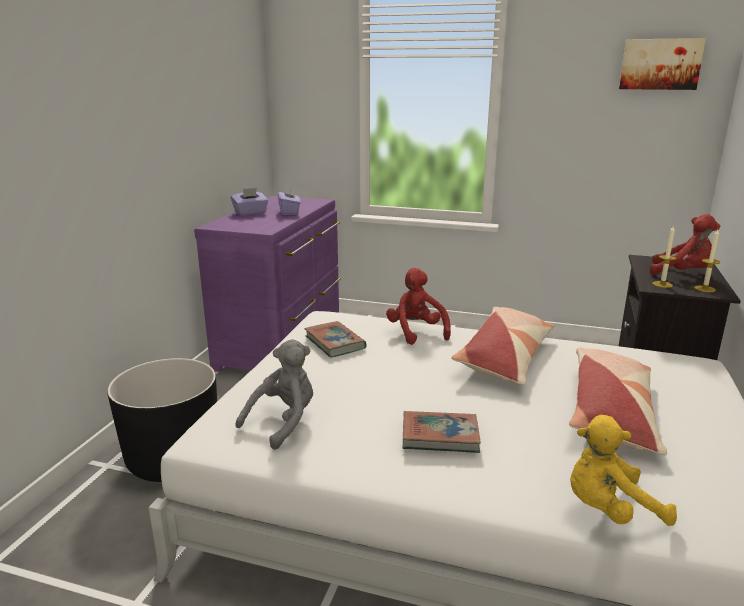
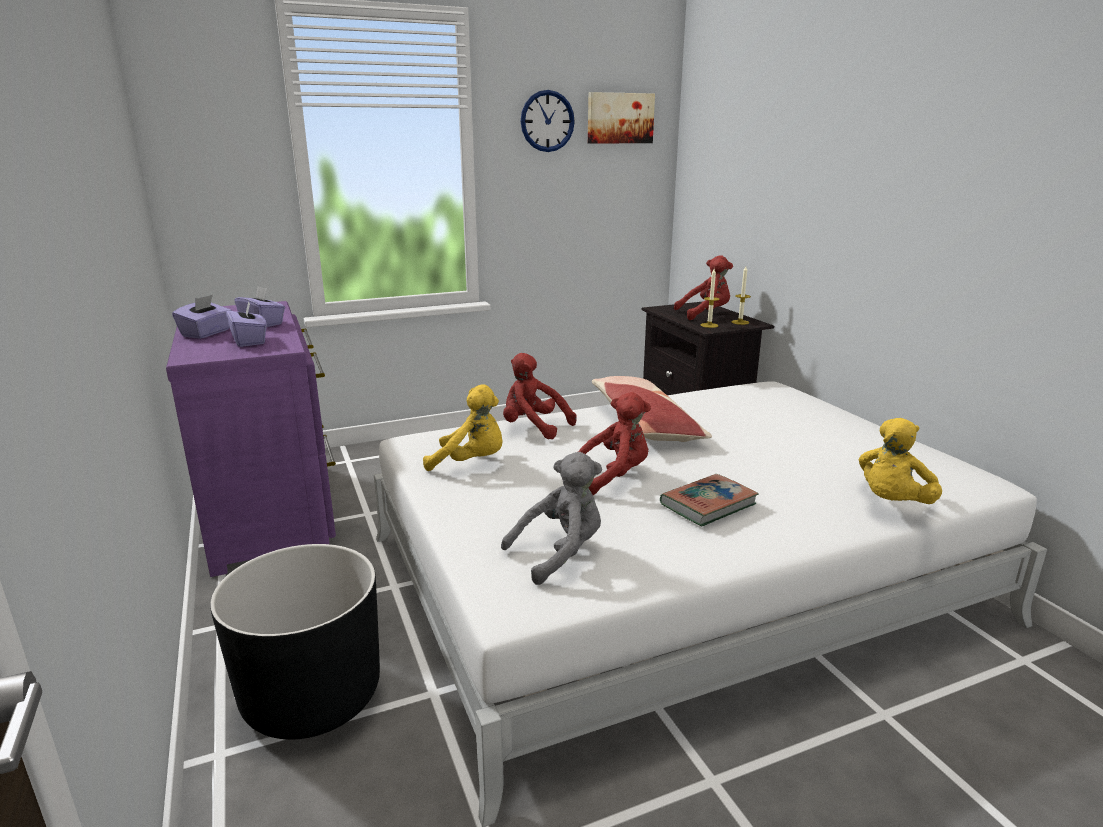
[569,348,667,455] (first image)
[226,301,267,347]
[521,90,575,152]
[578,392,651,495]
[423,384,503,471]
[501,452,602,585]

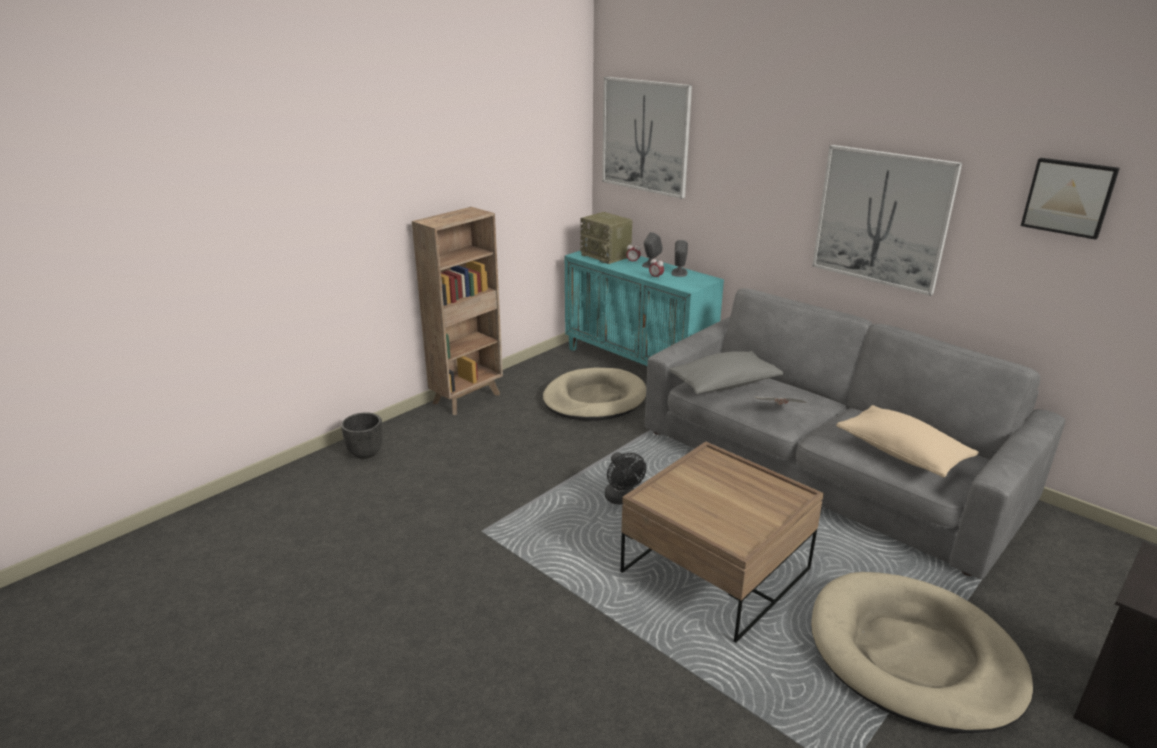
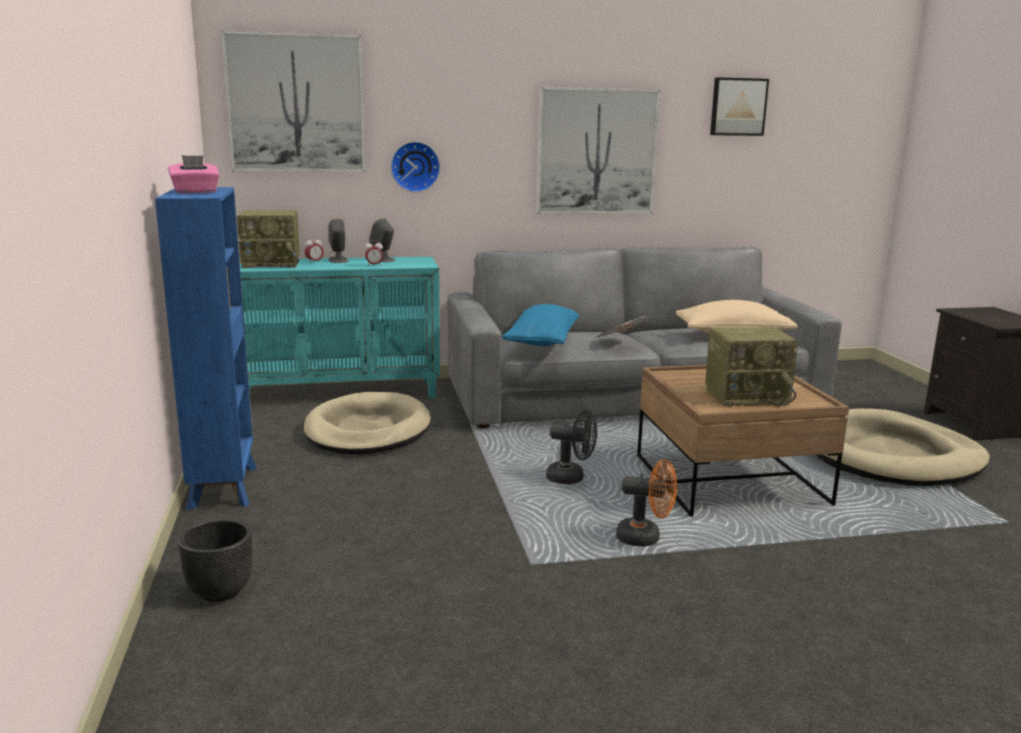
[168,155,219,193]
[391,141,440,192]
[616,460,677,546]
[705,326,798,407]
[155,187,257,511]
[502,304,579,346]

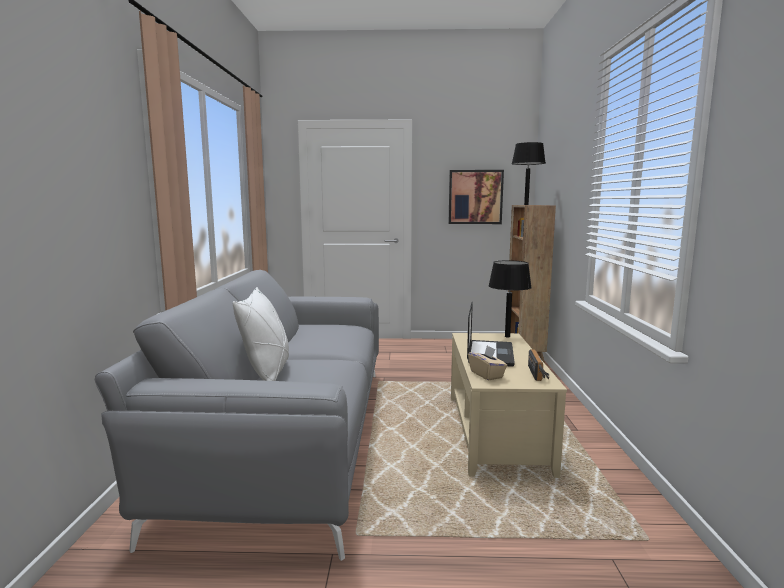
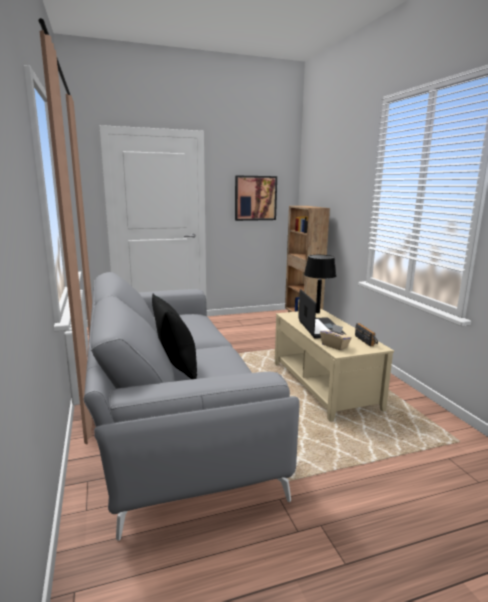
[512,142,545,205] (first image)
[152,294,197,379]

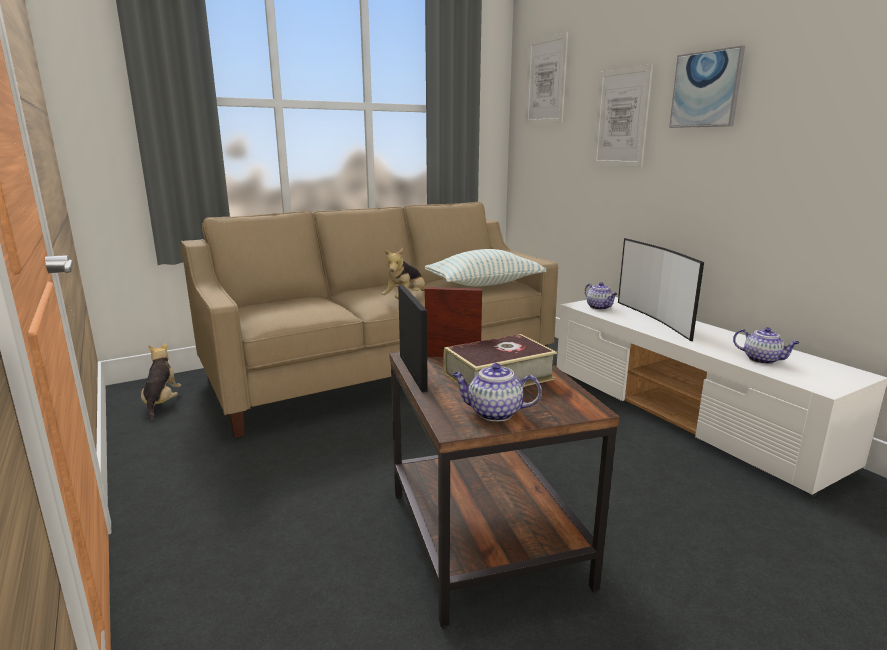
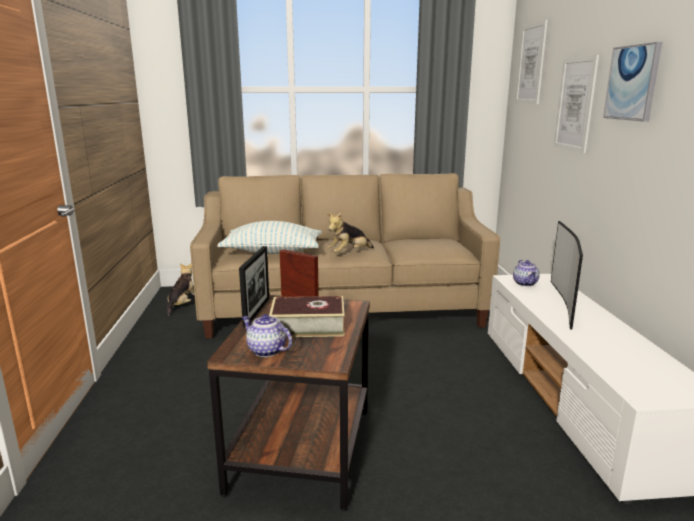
[733,327,800,364] (first image)
[217,221,322,254]

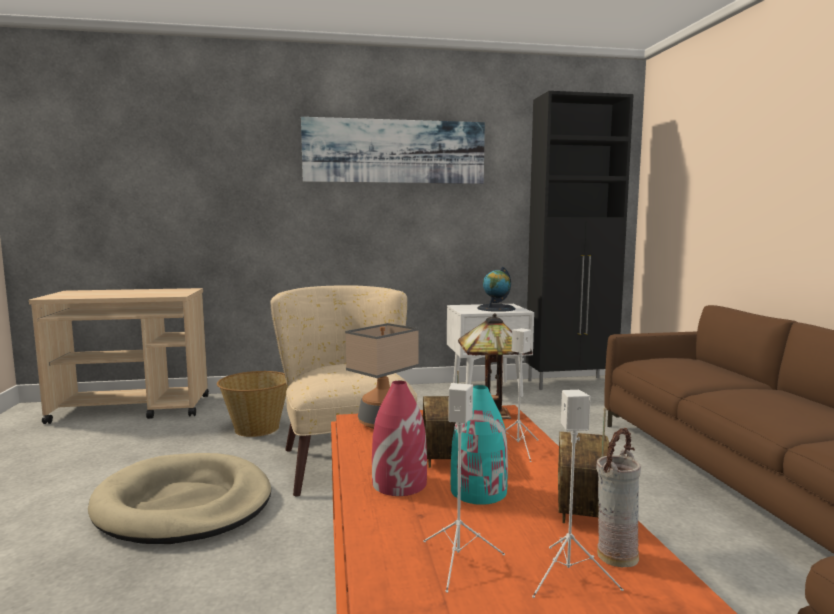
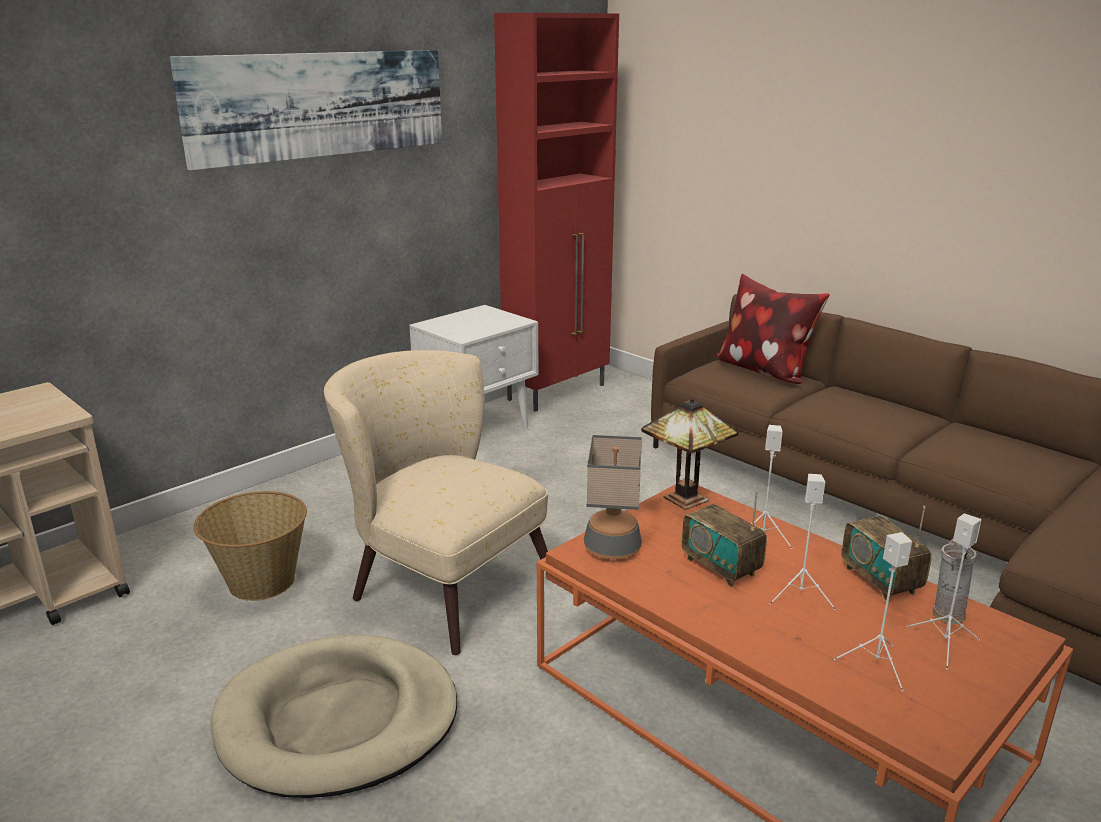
[372,381,427,496] (first image)
[477,266,516,312] (first image)
[716,274,830,384]
[770,474,836,610]
[494,13,619,412]

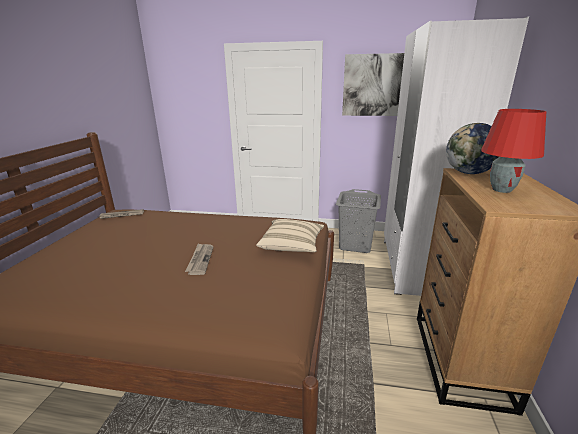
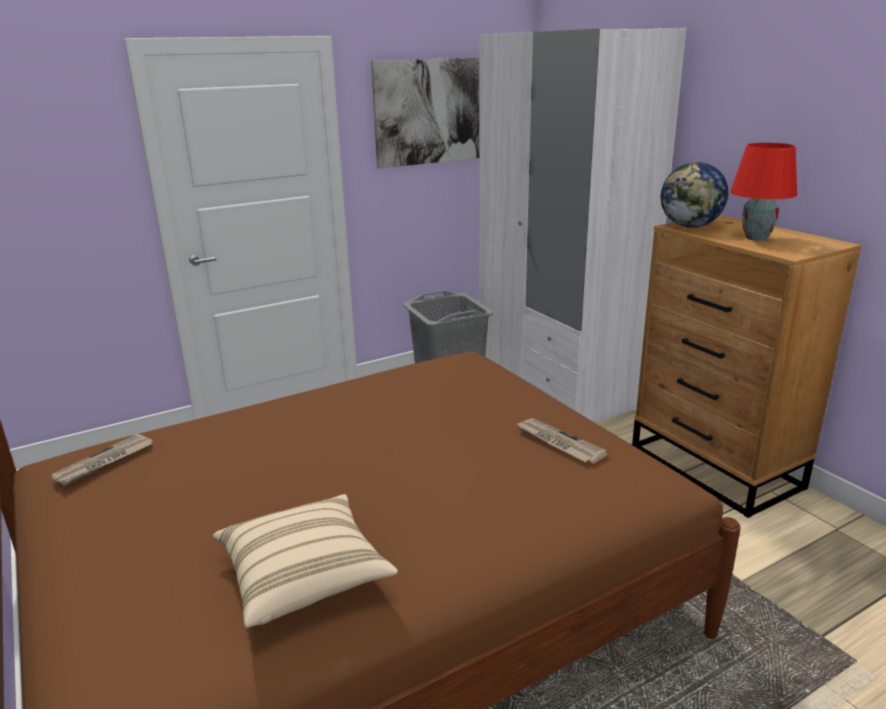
[515,418,609,464]
[213,494,398,628]

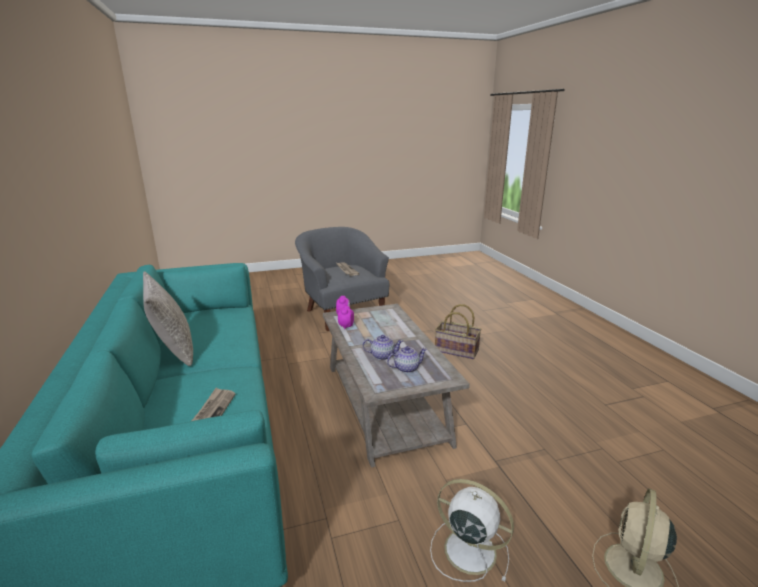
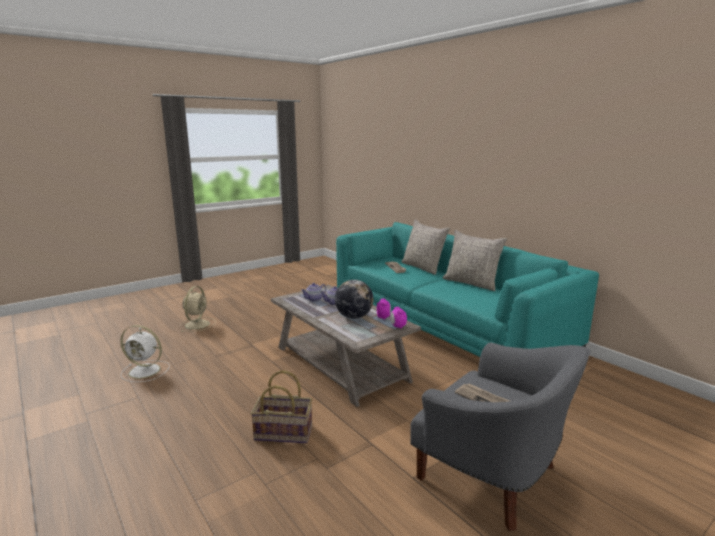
[335,280,373,319]
[401,219,450,275]
[120,325,170,382]

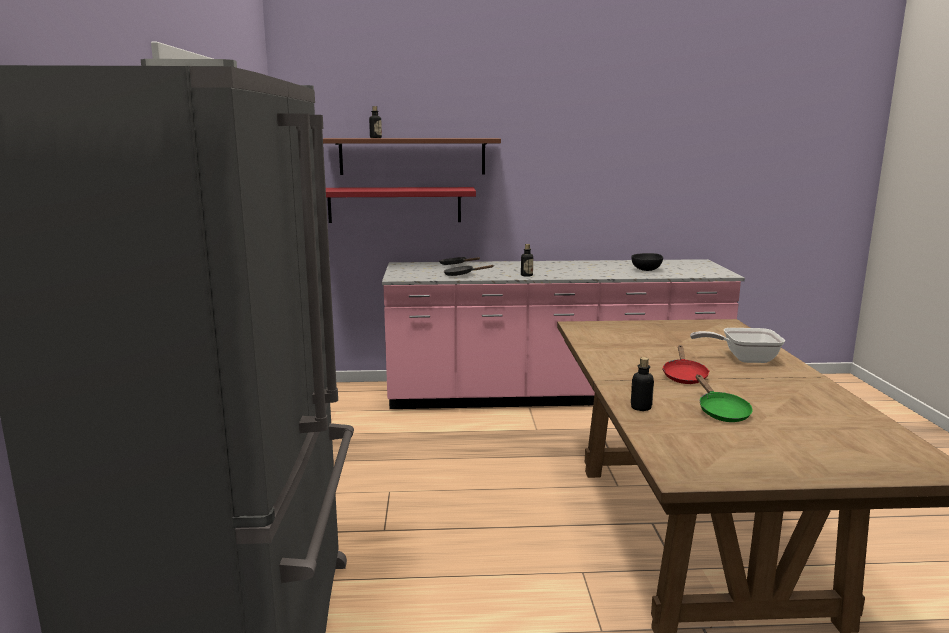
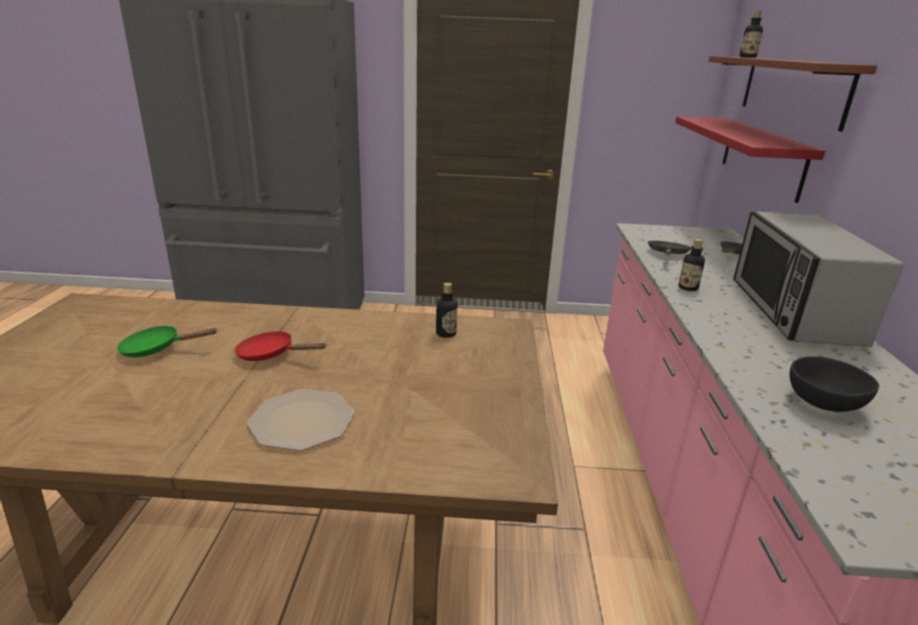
[733,212,904,347]
[436,283,458,338]
[247,389,354,451]

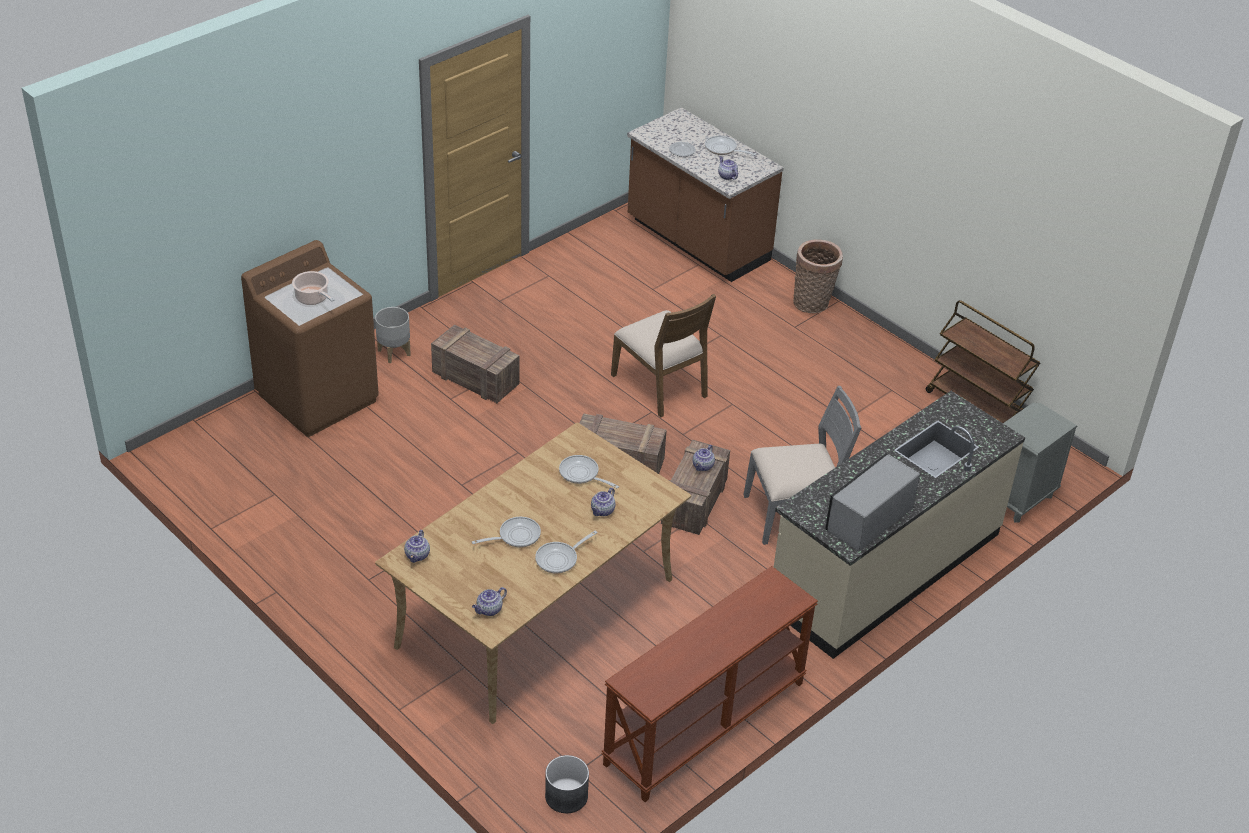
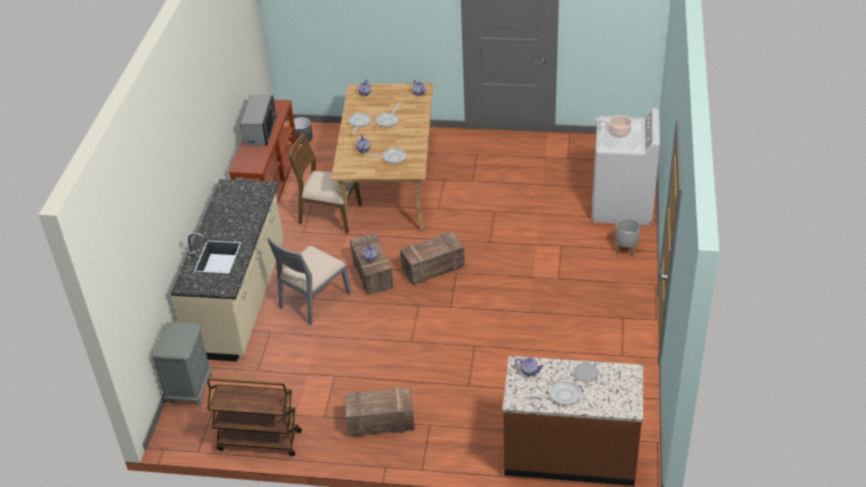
[793,240,843,313] (first image)
[345,387,415,437]
[288,133,362,233]
[240,95,277,146]
[592,108,660,225]

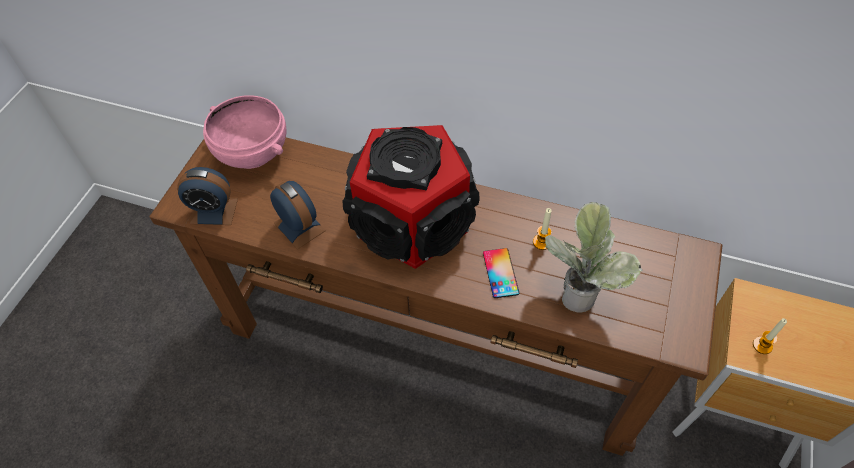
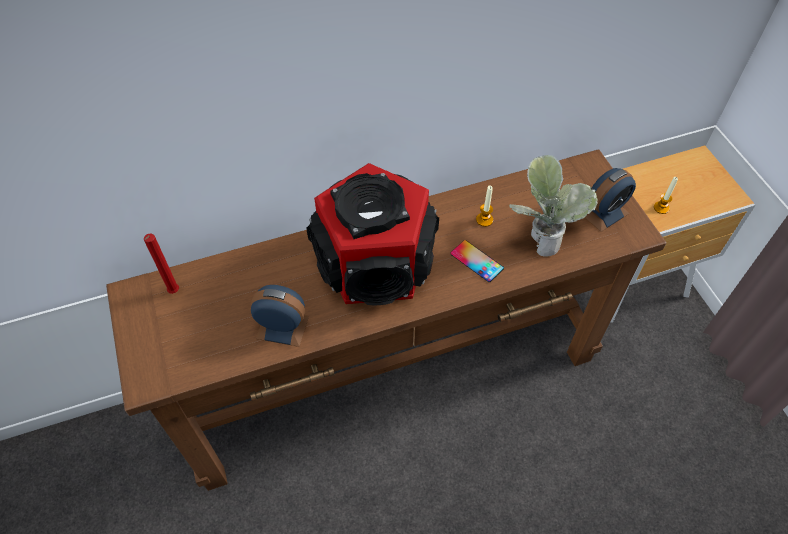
[585,168,636,232]
[144,233,179,294]

